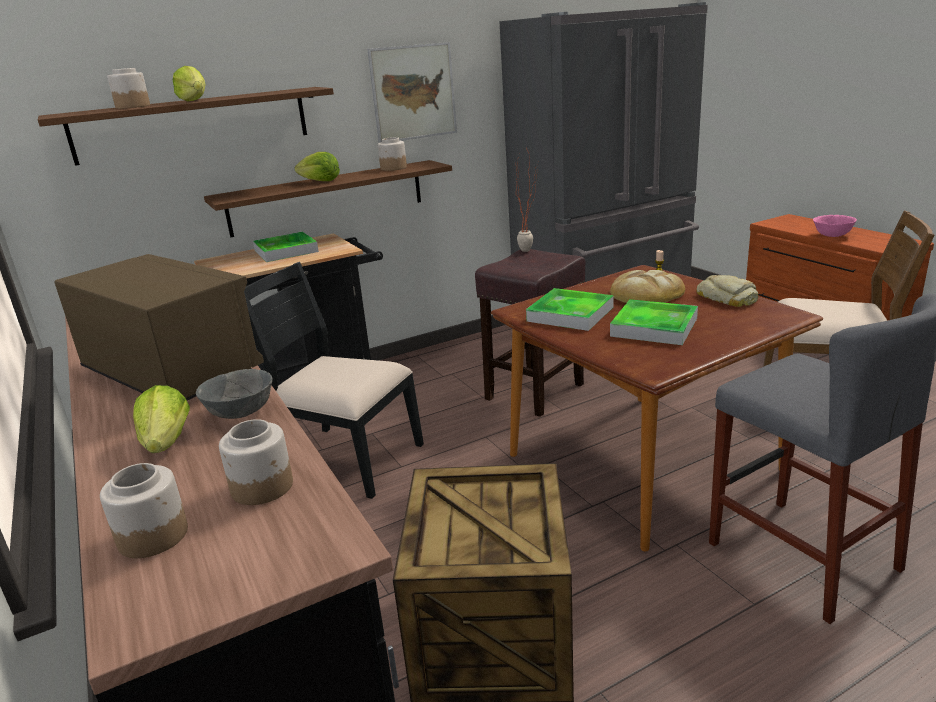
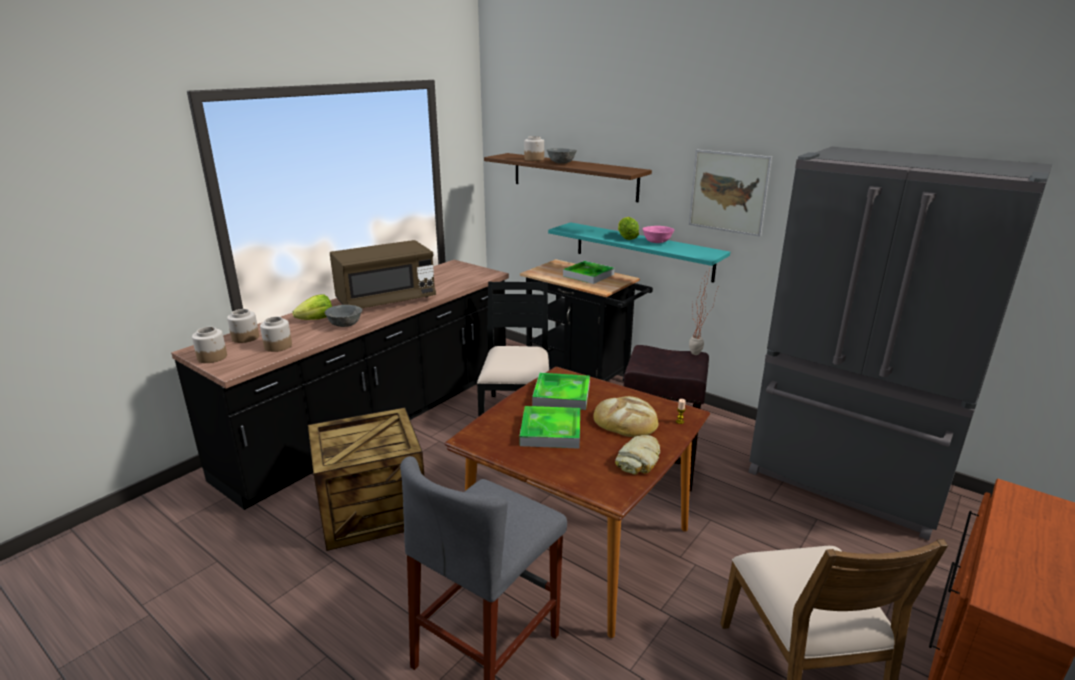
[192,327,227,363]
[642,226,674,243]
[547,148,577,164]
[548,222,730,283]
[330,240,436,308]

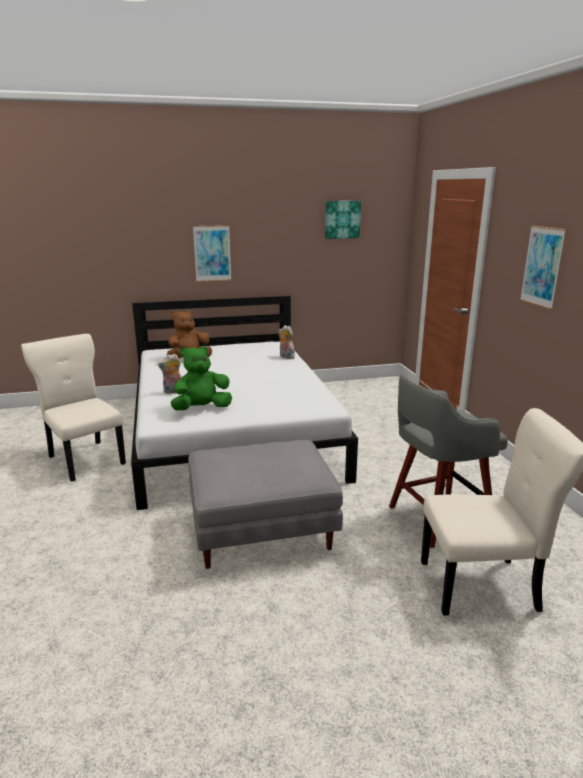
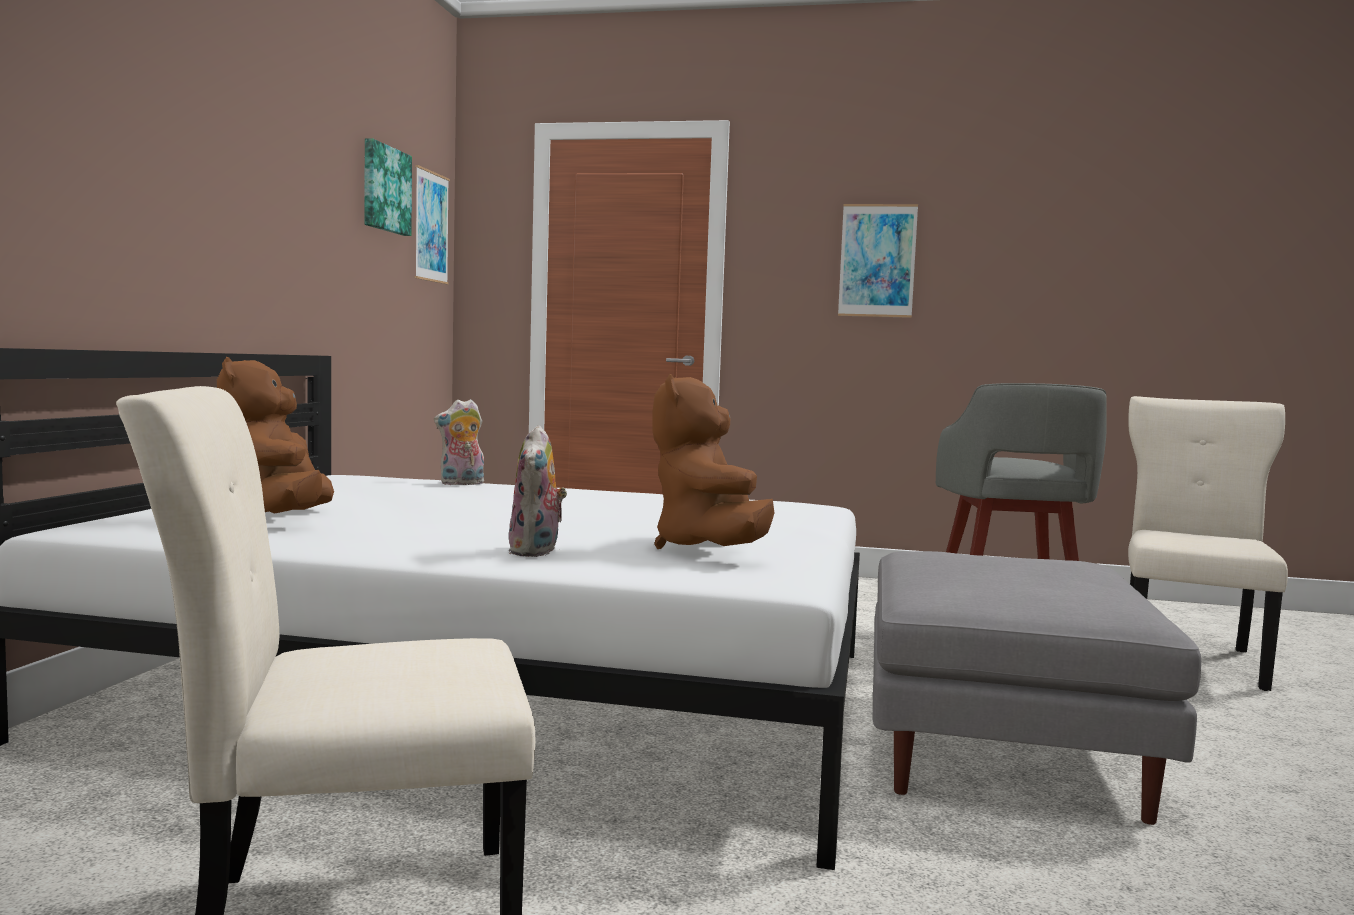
[415,165,450,284]
[652,374,774,549]

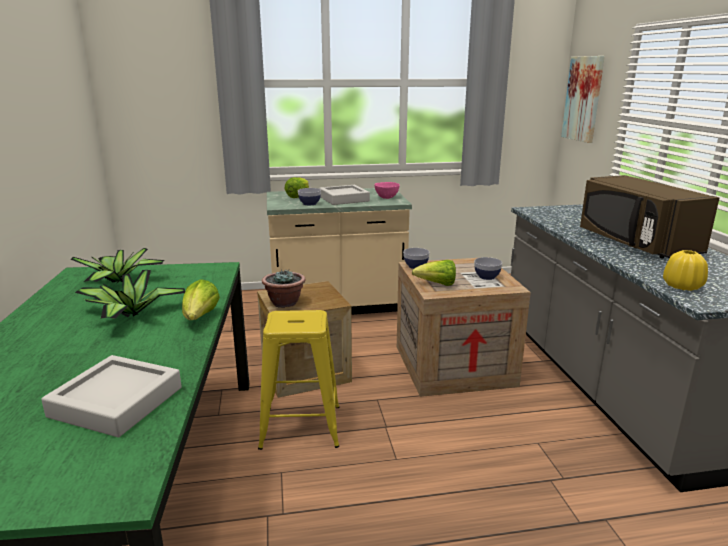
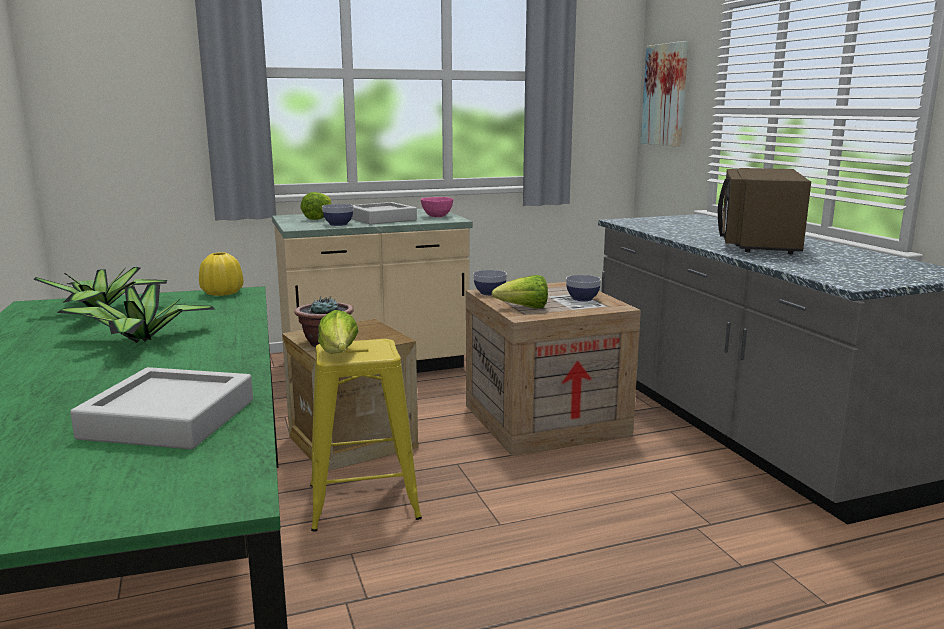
[318,310,358,354]
[199,252,244,296]
[718,168,811,254]

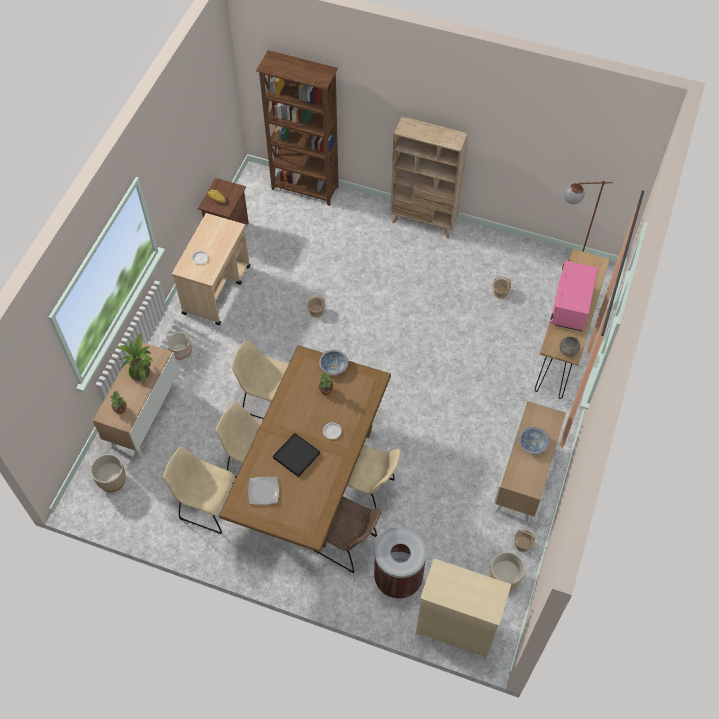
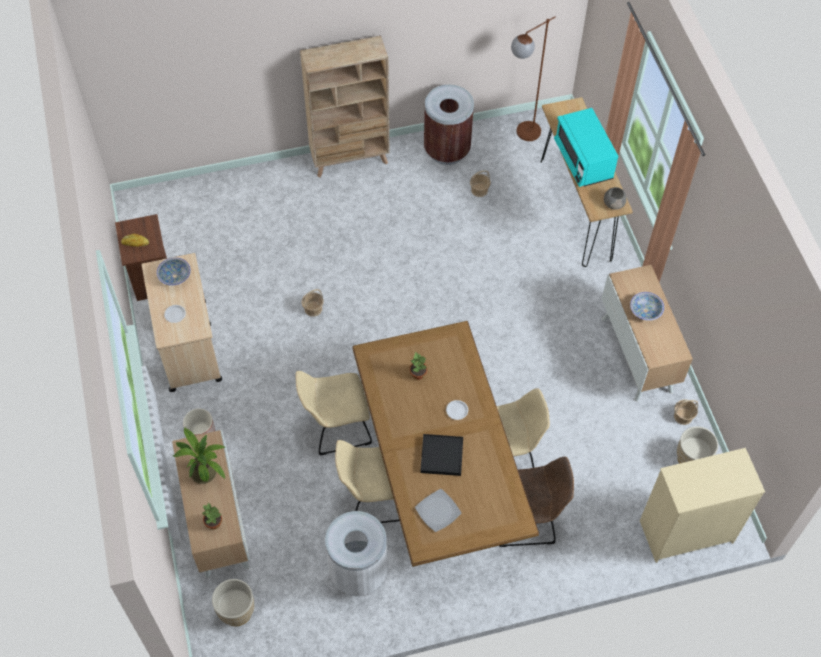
[256,50,339,206] (first image)
[156,257,191,286]
[424,85,474,165]
[325,511,387,596]
[554,108,618,187]

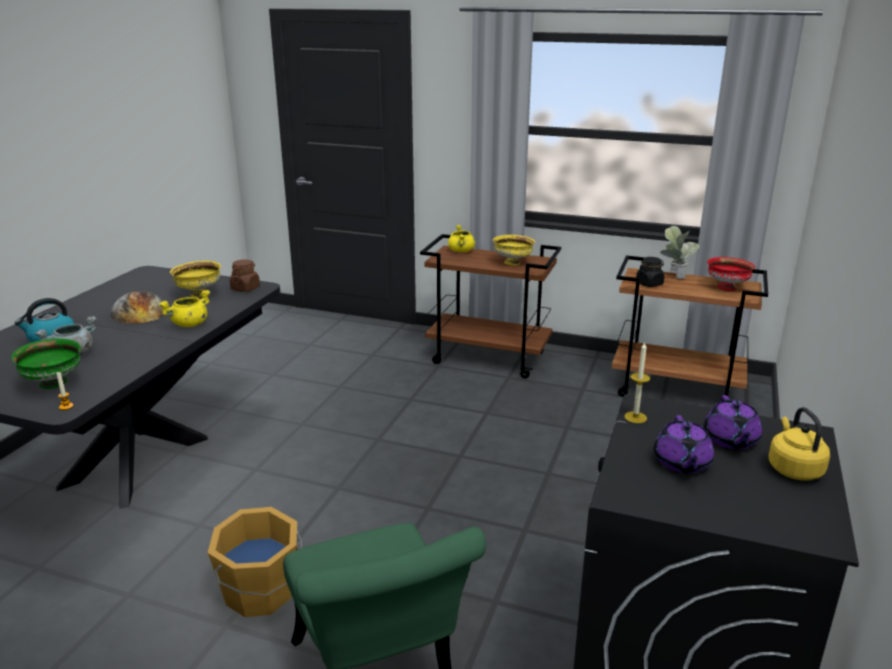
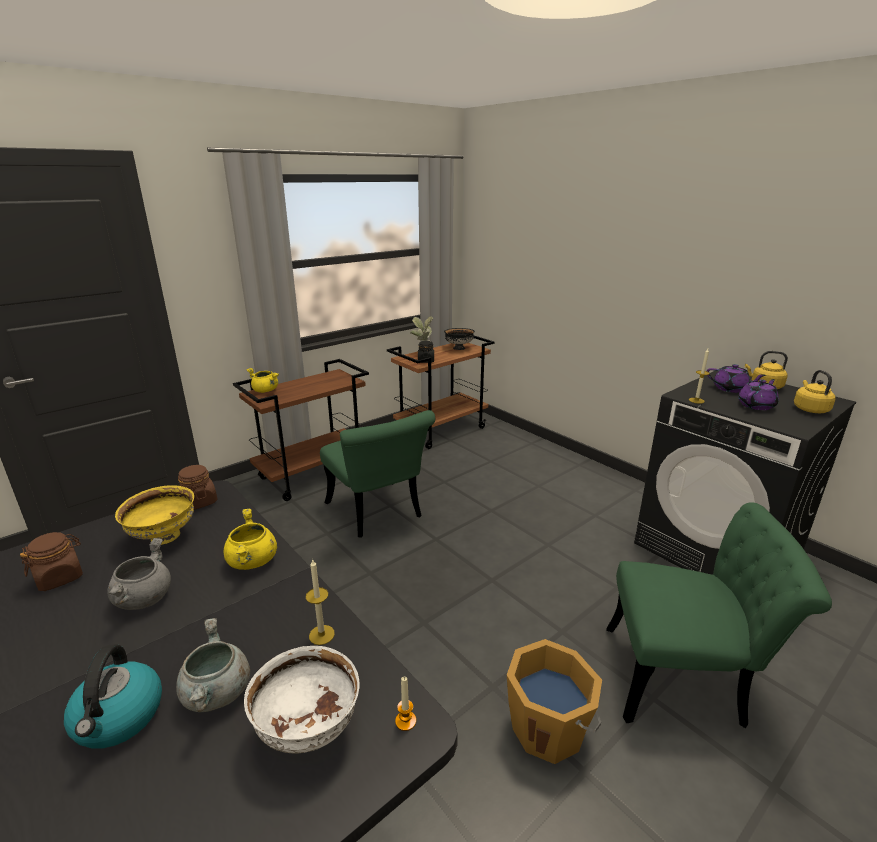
[493,235,535,266] (first image)
[20,532,83,591]
[306,560,335,645]
[320,410,435,538]
[794,370,836,413]
[107,538,171,610]
[244,646,360,754]
[444,328,475,350]
[738,379,779,410]

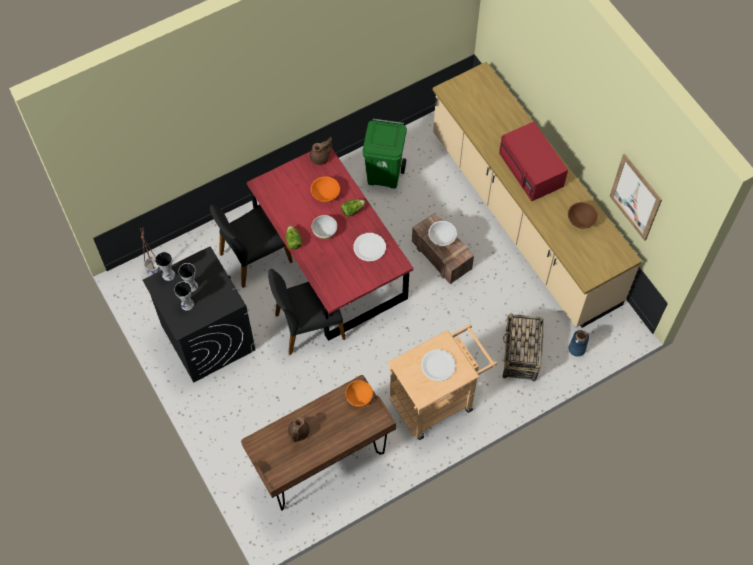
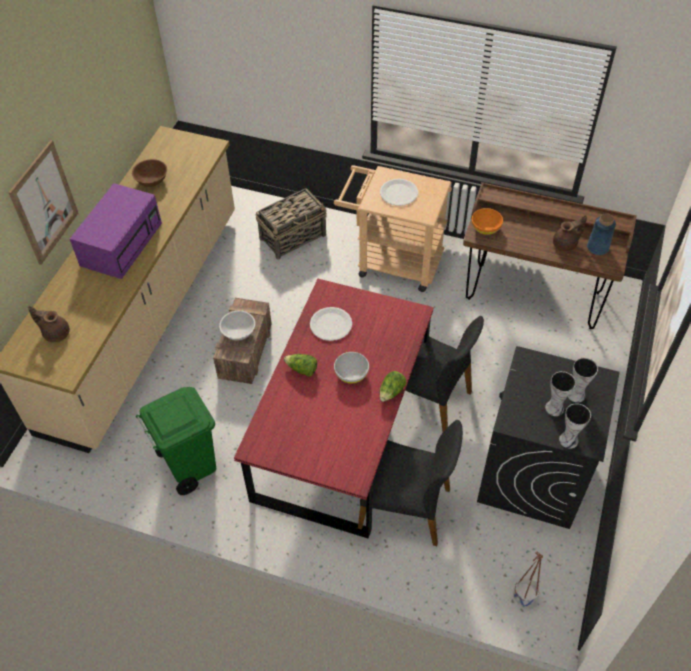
[311,176,340,202] (first image)
[28,306,70,343]
[587,213,616,255]
[8,140,78,265]
[70,183,162,279]

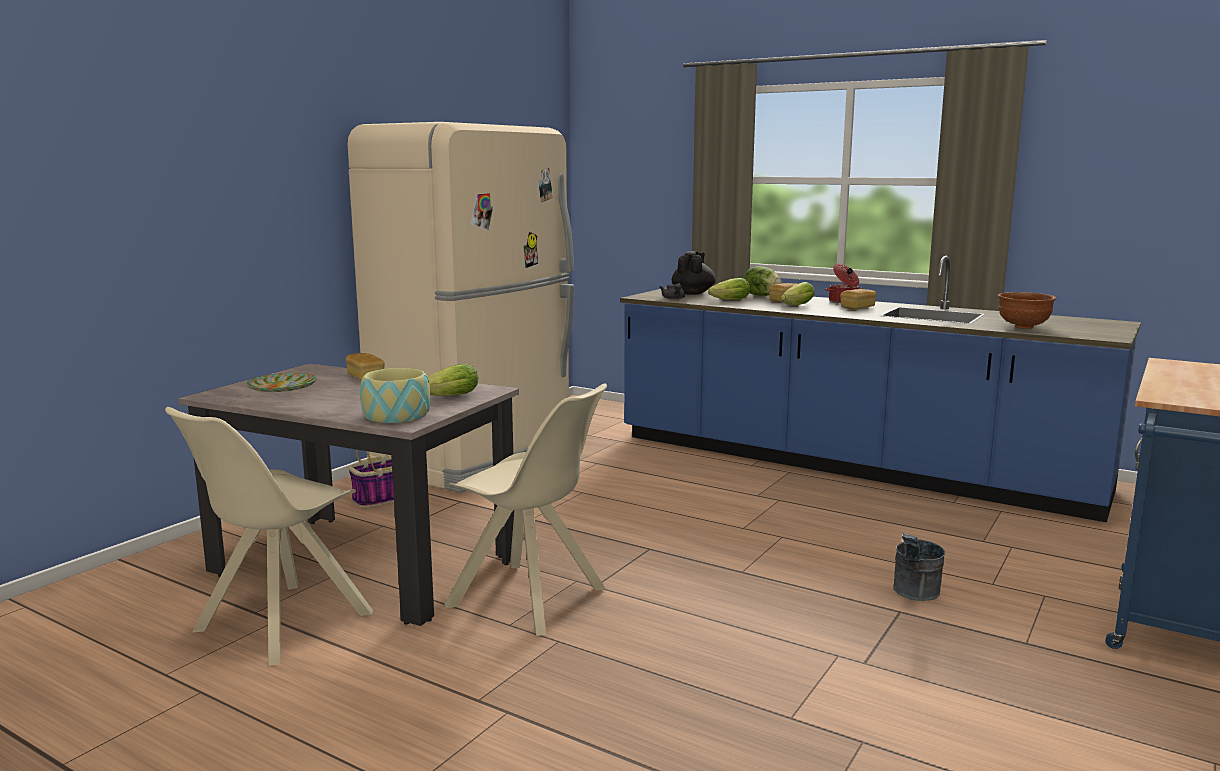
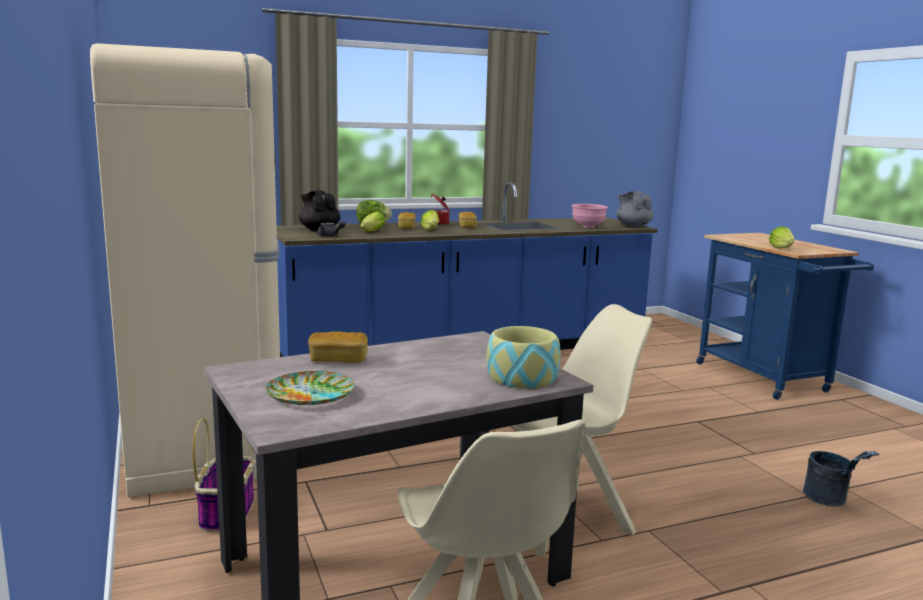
[616,191,654,228]
[769,226,794,248]
[803,451,879,507]
[572,204,608,228]

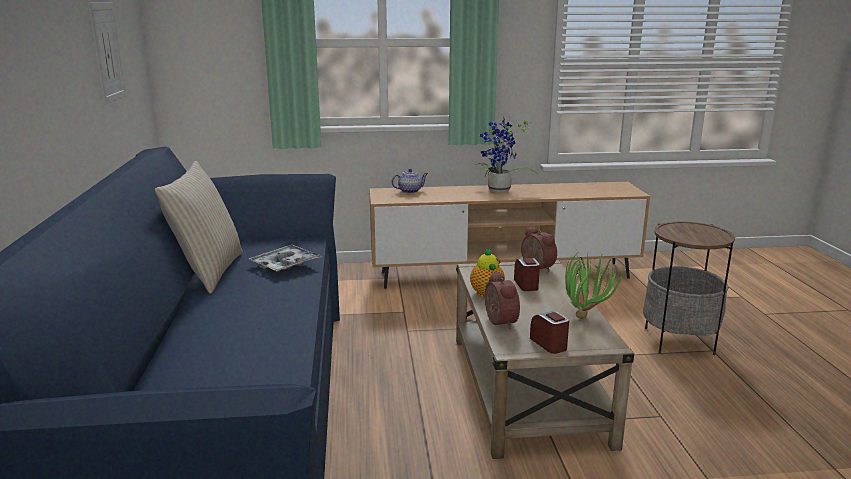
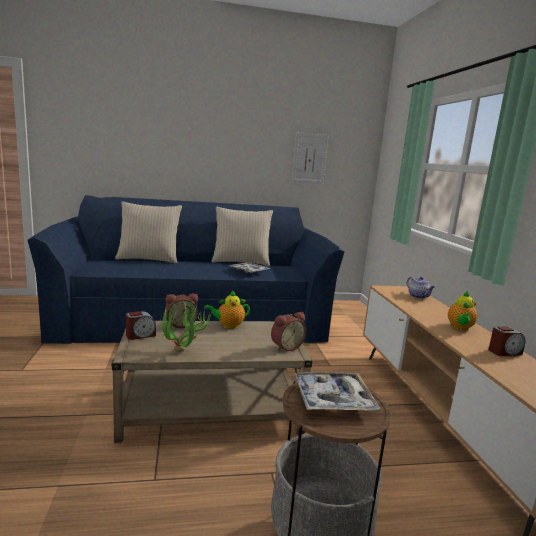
[115,201,182,263]
[294,372,380,411]
[488,326,526,356]
[448,291,477,331]

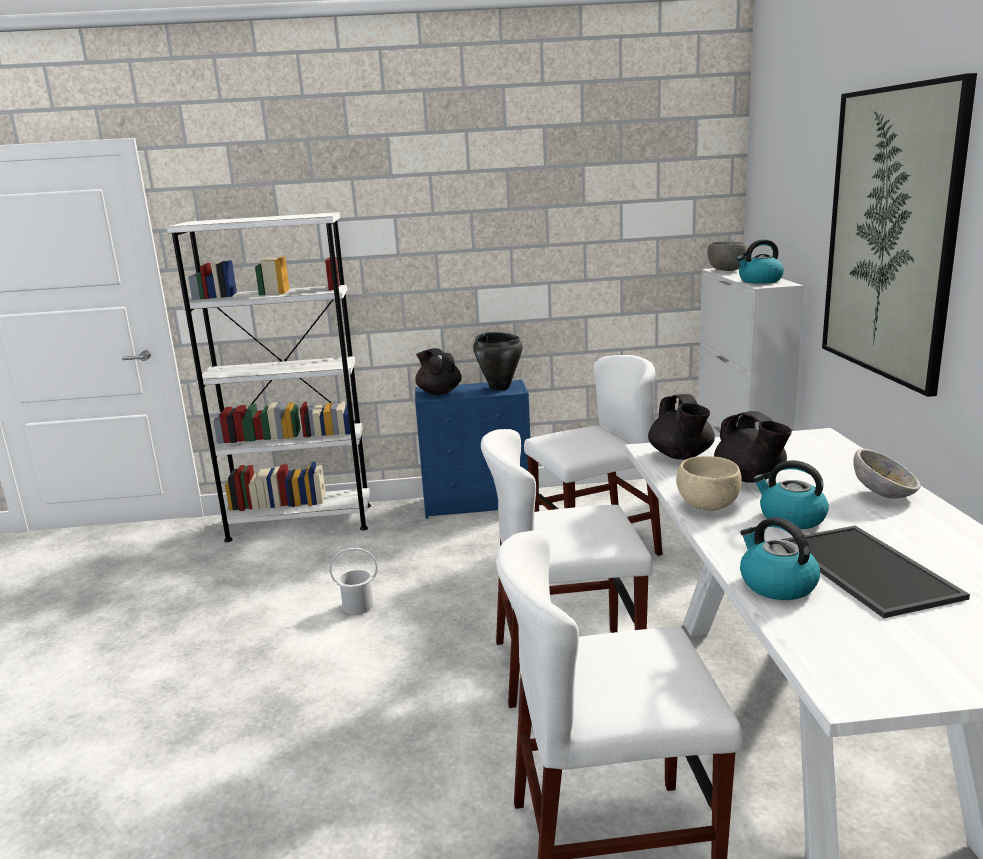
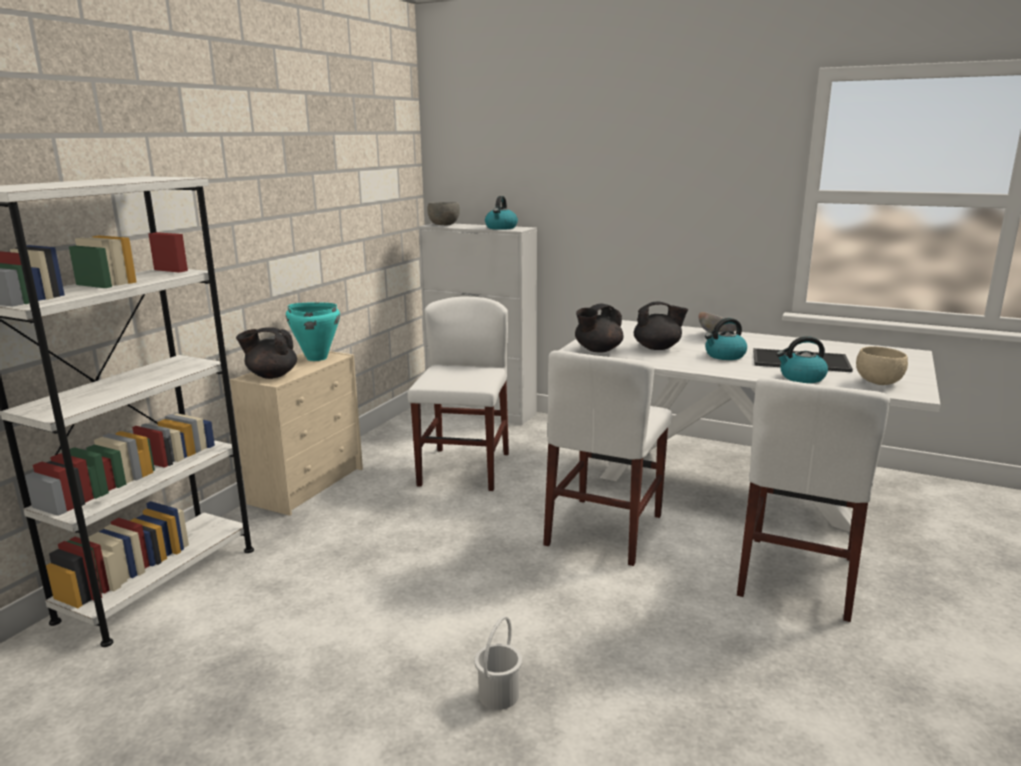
[822,73,977,397] (first image)
[474,616,522,710]
[856,346,908,385]
[230,351,363,516]
[286,302,340,361]
[575,303,623,353]

